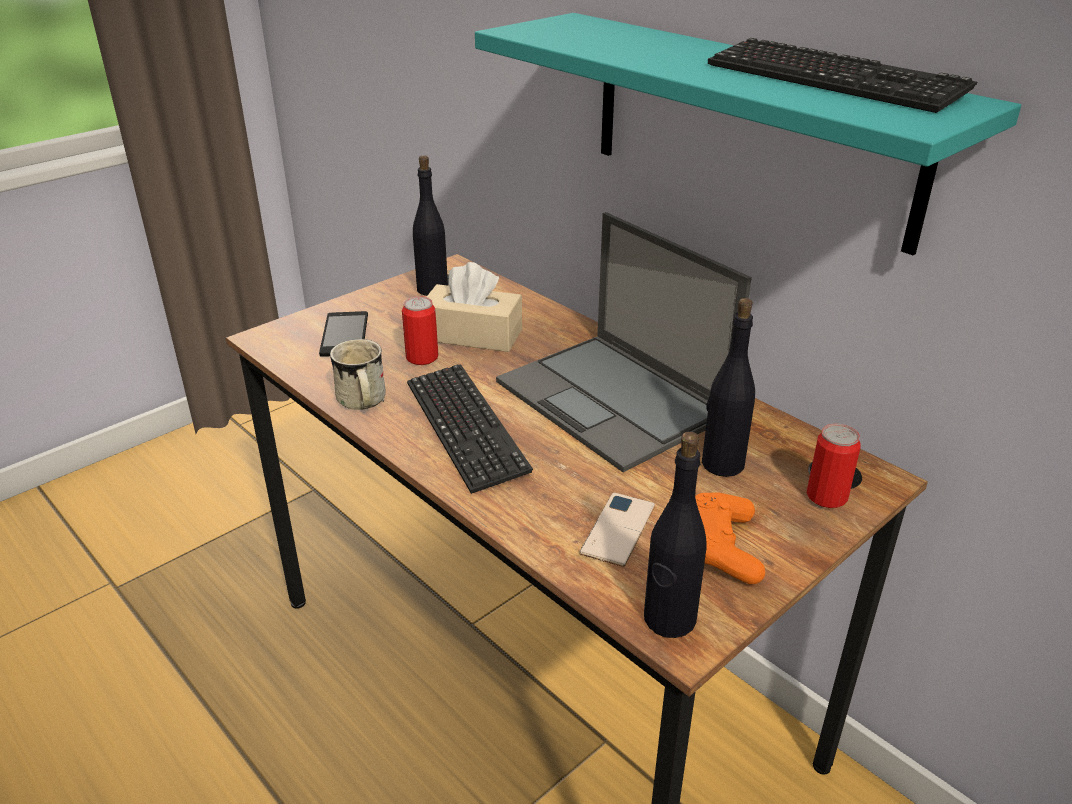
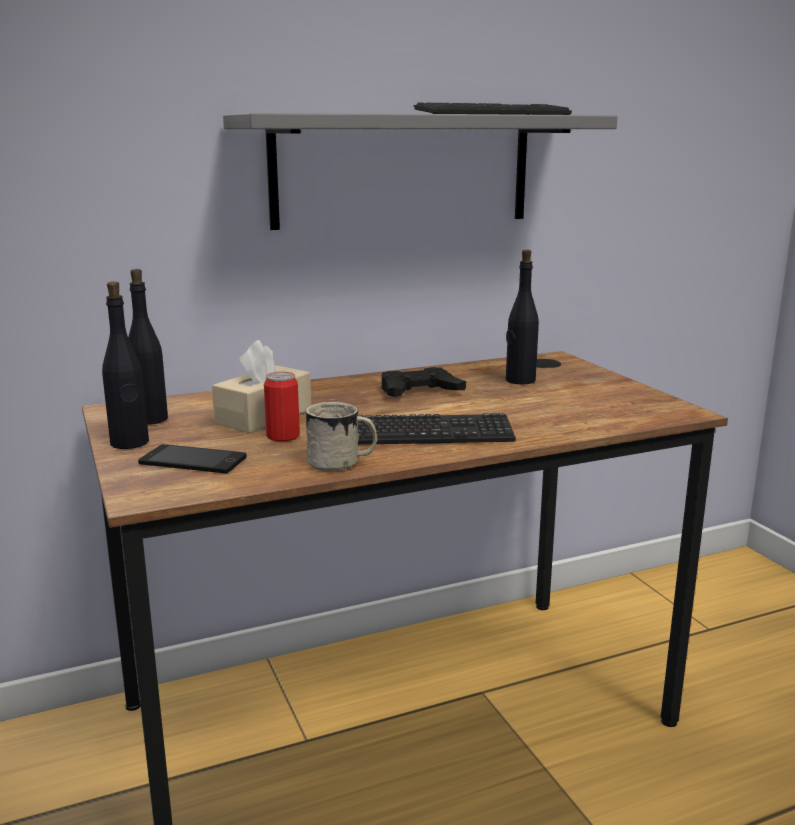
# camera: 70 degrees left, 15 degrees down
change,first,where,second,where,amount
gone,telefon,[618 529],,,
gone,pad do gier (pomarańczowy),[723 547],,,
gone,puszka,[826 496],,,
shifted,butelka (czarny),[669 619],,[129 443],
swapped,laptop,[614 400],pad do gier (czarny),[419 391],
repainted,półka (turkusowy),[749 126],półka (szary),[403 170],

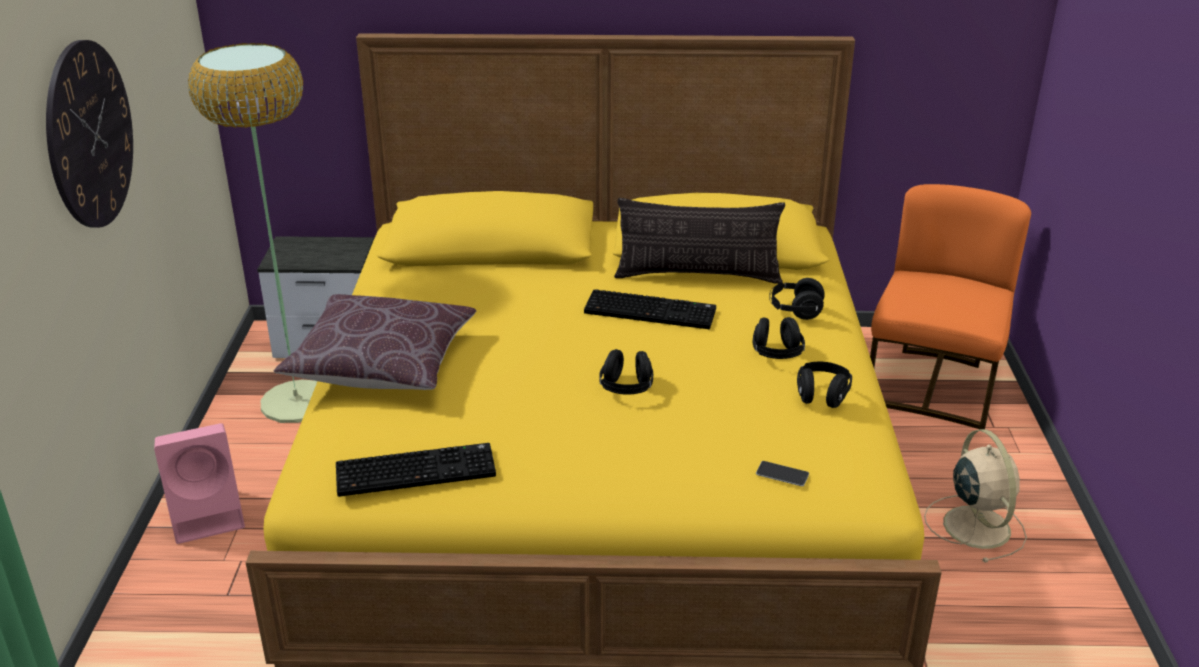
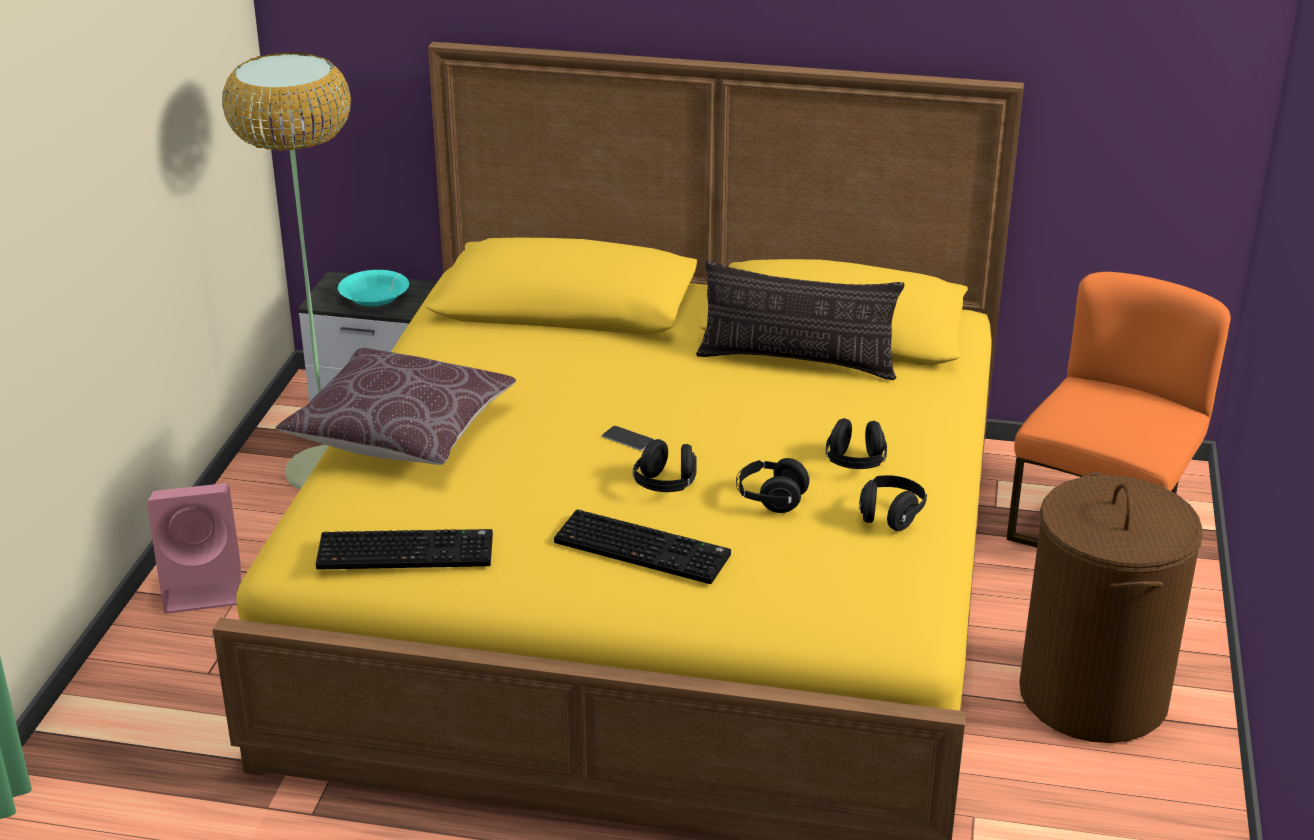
# camera: 10 degrees right, 0 degrees up
change,first,where,second,where,amount
gone,zegar ścienny,[89 134],,,
new,,,miska (turkusowy),[374 297],
shifted,klawiatura,[652 310],,[645 548],
shifted,telefon,[782 474],,[627 438],
shifted,słuchawki (czarny),[795 311],,[770 499],
swapped,wentylator (beżowy),[975 525],kosz na pranie (brązowy),[1092 695],

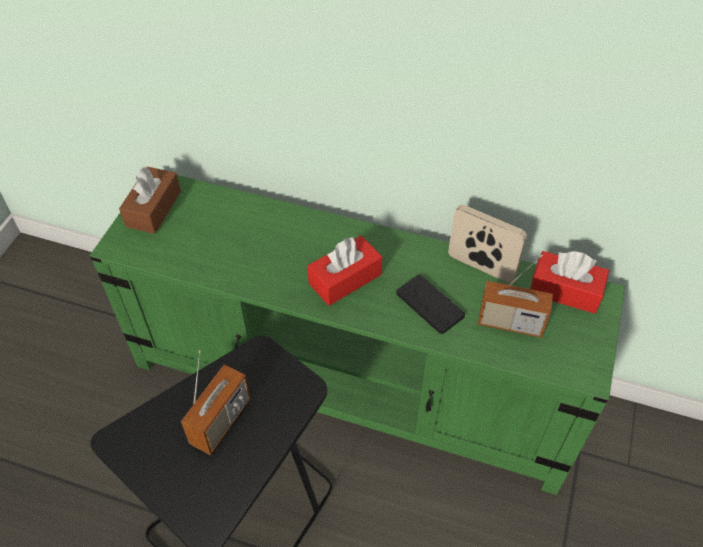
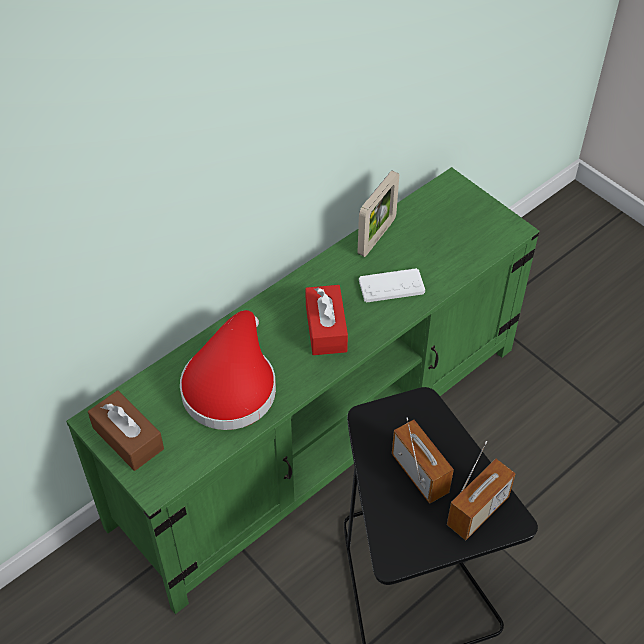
# camera: 60 degrees left, 0 degrees up
change,first,where,second,where,amount
gone,pudełko chusteczek (czerwony),[565 290],,,
new,,,kapelusz (czerwony),[231 384],
shifted,radio,[510 323],,[478 511],
repainted,pad do gier (czarny),[429 305],pad do gier (biały),[391 286],
rotated,ramka na zdjęcie,[481 267],,[376 237],150 degrees clockwise

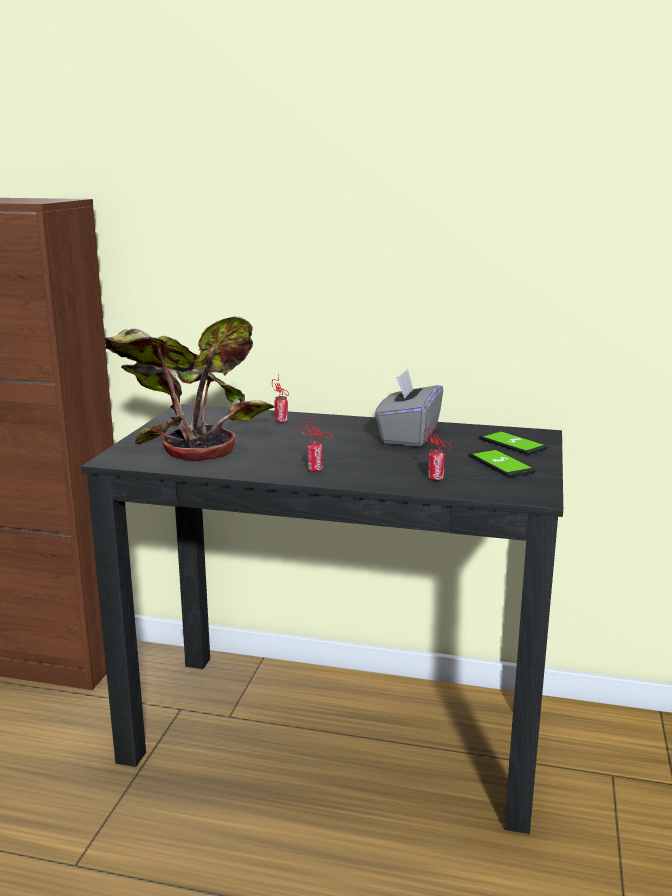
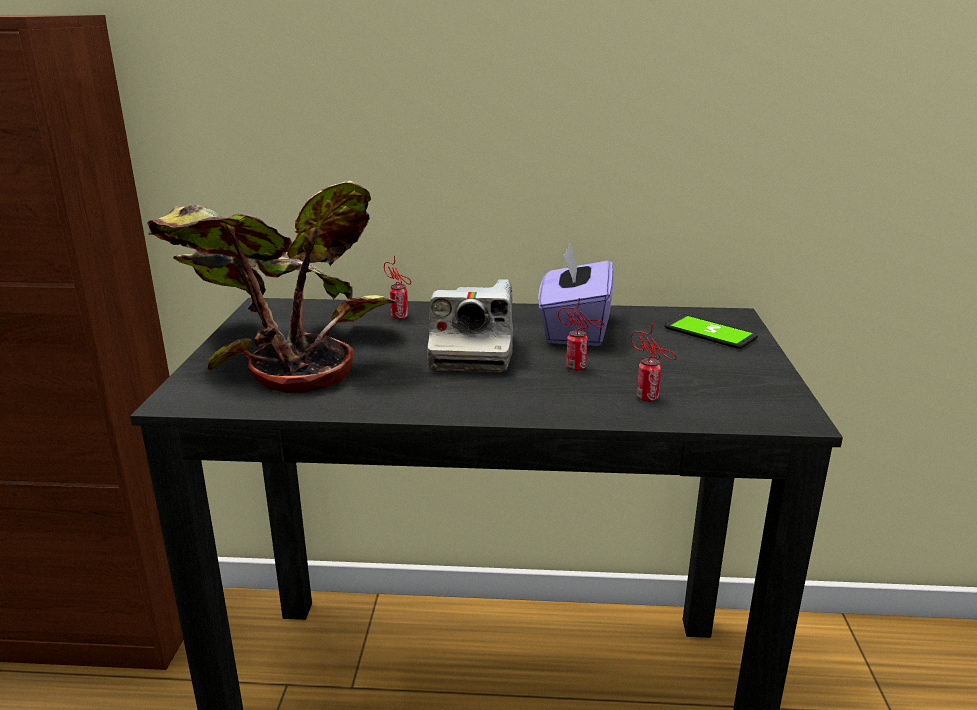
# camera: 10 degrees left, 5 degrees up
change,first,where,second,where,amount
gone,telefon,[501 464],,,
new,,,aparat fotograficzny,[472 352],
shifted,puszka,[317 470],,[578 368],
repainted,pudełko chusteczek (szary),[408 436],pudełko chusteczek (fioletowy),[574 329],

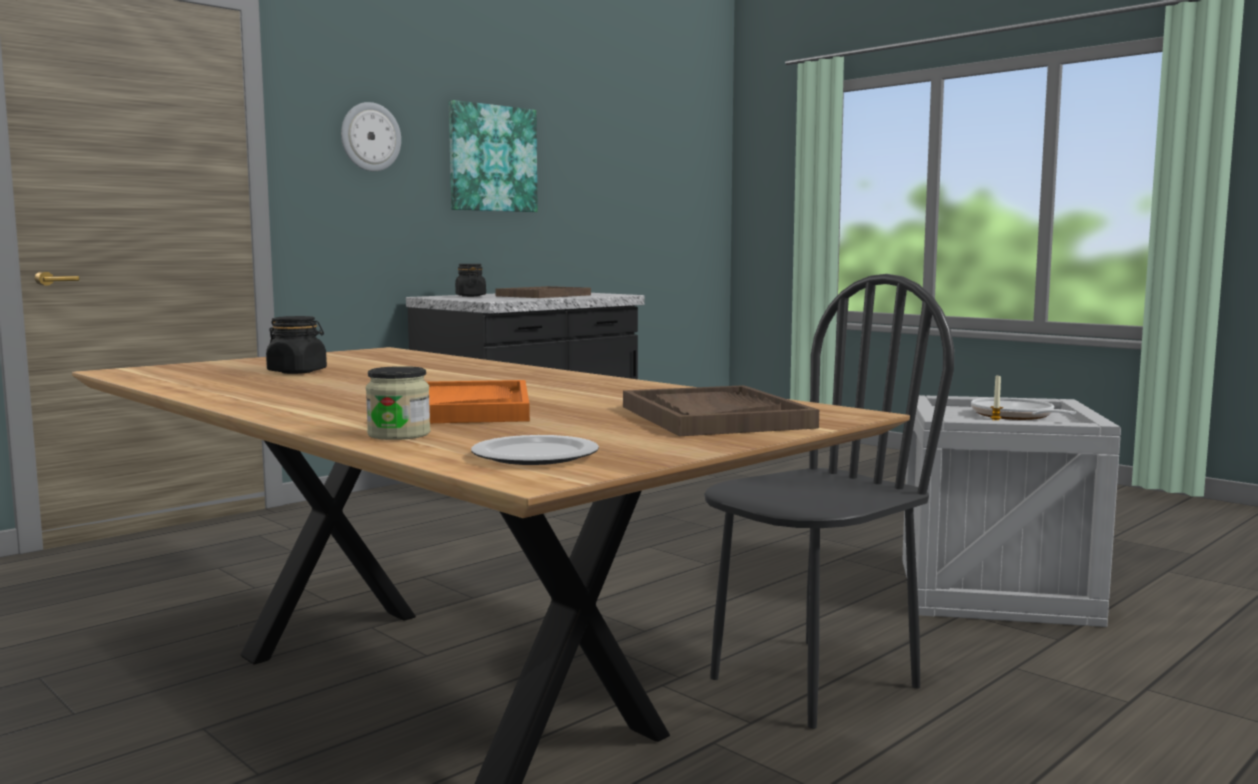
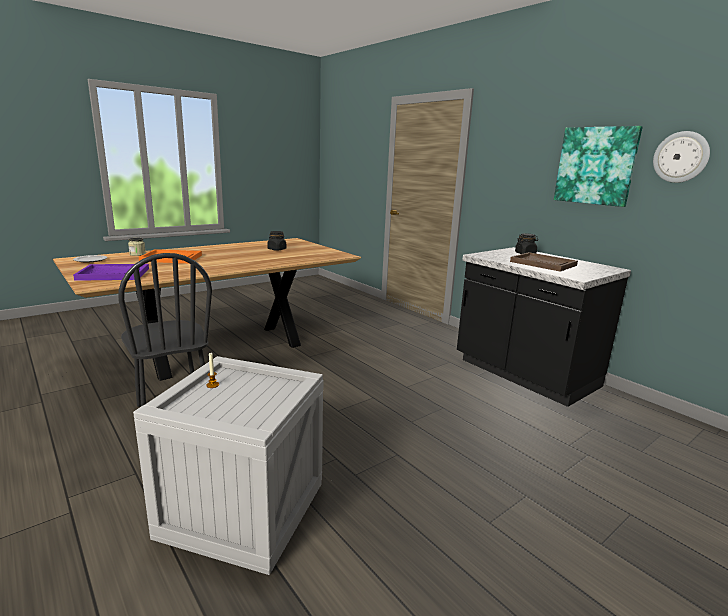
# camera: 95 degrees right, 10 degrees up
change,first,where,second,where,amount
gone,patelnia,[1015 416],,,
shifted,zegar ścienny,[370 137],,[681 157],
repainted,taca (brązowy),[714 417],taca (fioletowy),[114 274],

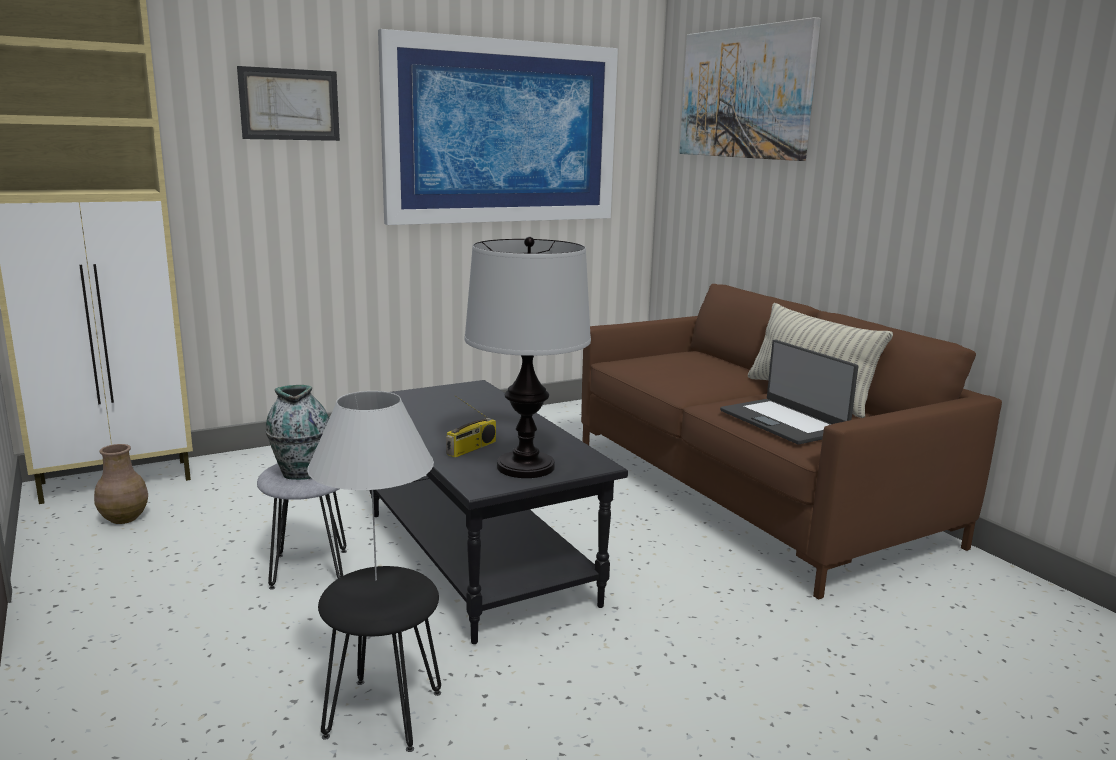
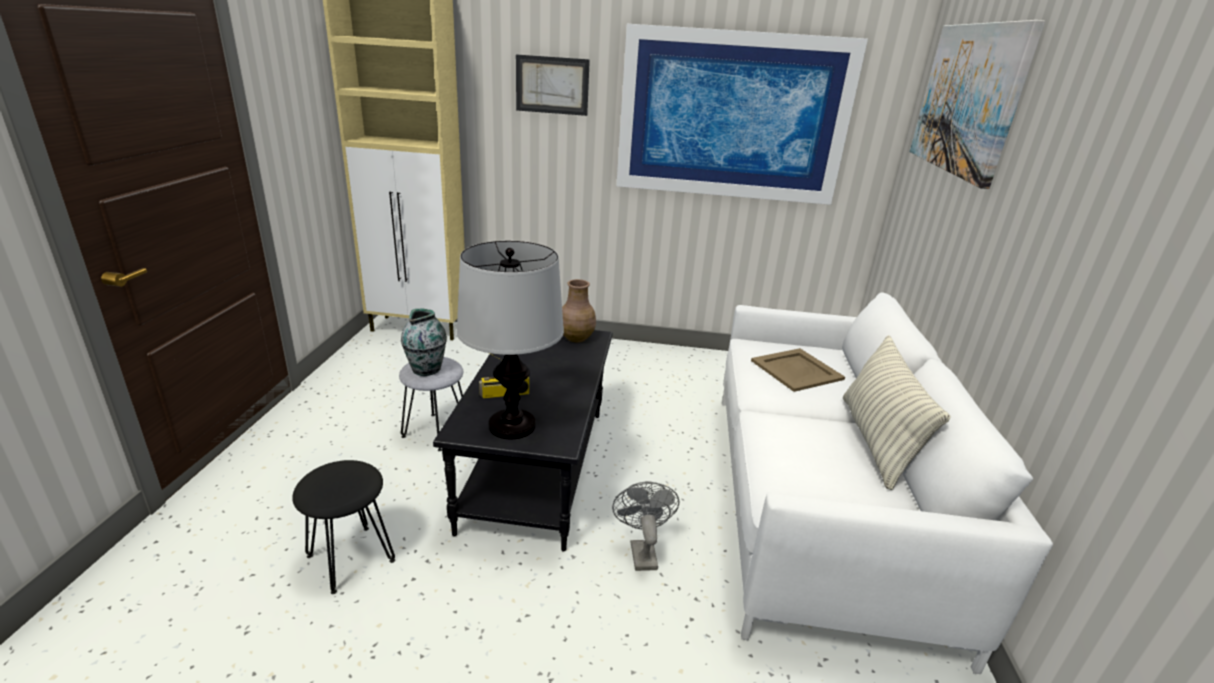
# camera: 35 degrees right, 10 degrees up
change,first,where,second,where,amount
gone,lampa stołowa (biały),[376 580],,,
gone,laptop,[784 422],,,
new,,,wentylator (szary),[641 551],
new,,,taca (beżowy),[796 369],
shifted,wazon (brązowy),[124 518],,[576 338],
repainted,kanapa (brązowy),[751 493],kanapa (biały),[816 503],

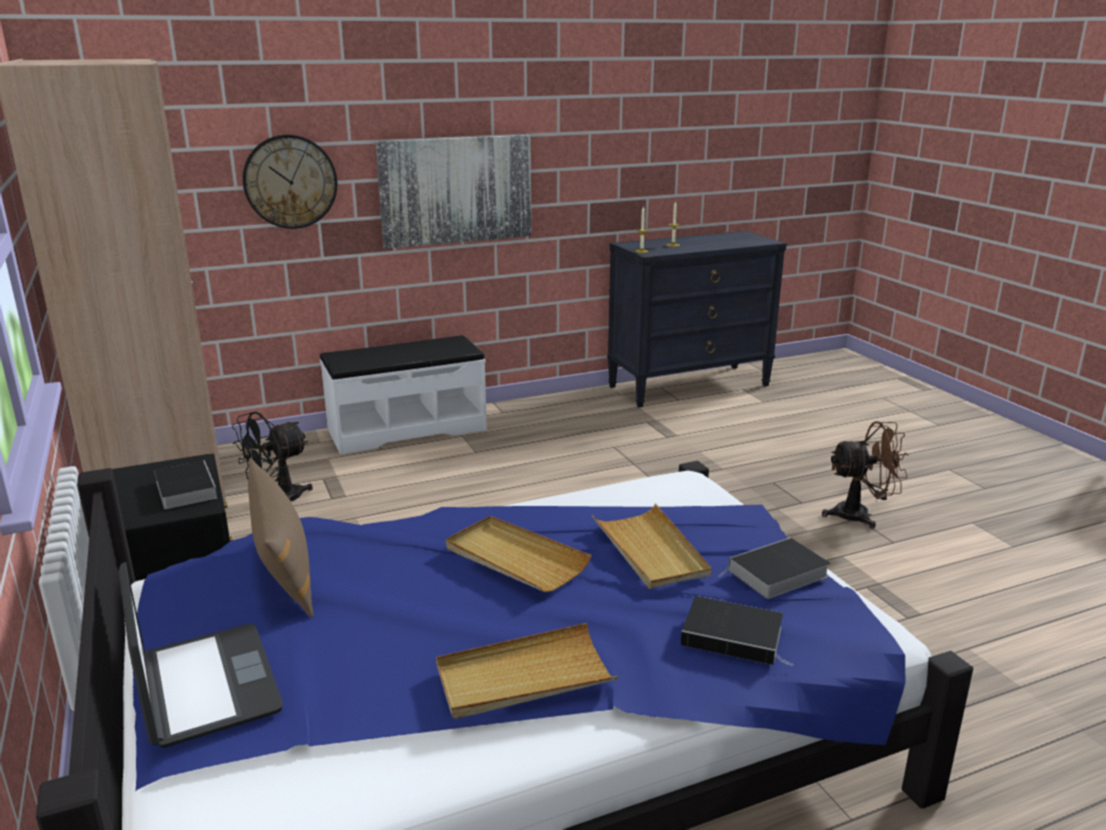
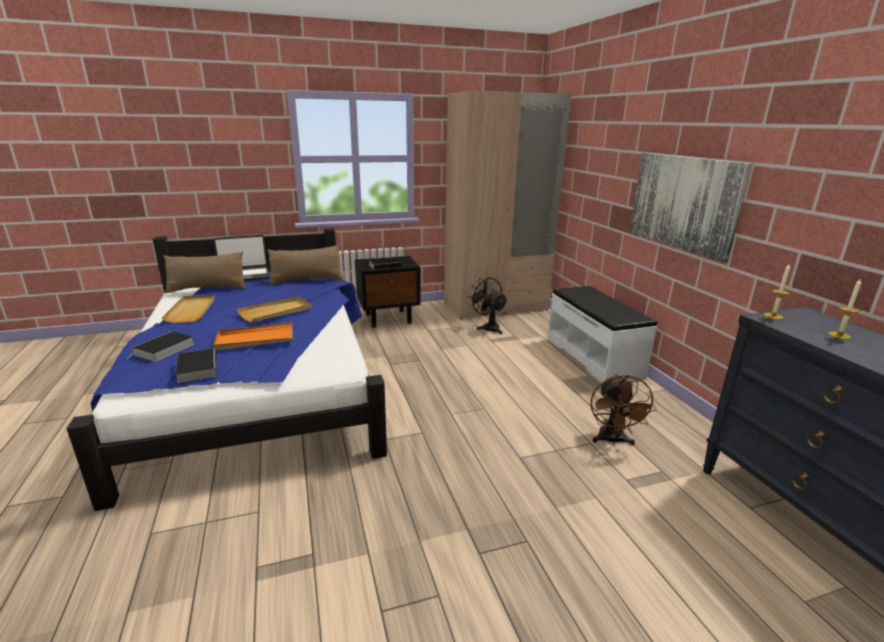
# camera: 95 degrees right, 0 degrees up
change,first,where,second,where,amount
gone,zegar ścienny,[290 182],,,
new,,,poduszka (brązowy),[208 289],
shifted,wentylator (brązowy),[861 515],,[612 441],
repainted,taca (beżowy),[650 550],taca (pomarańczowy),[255 339],

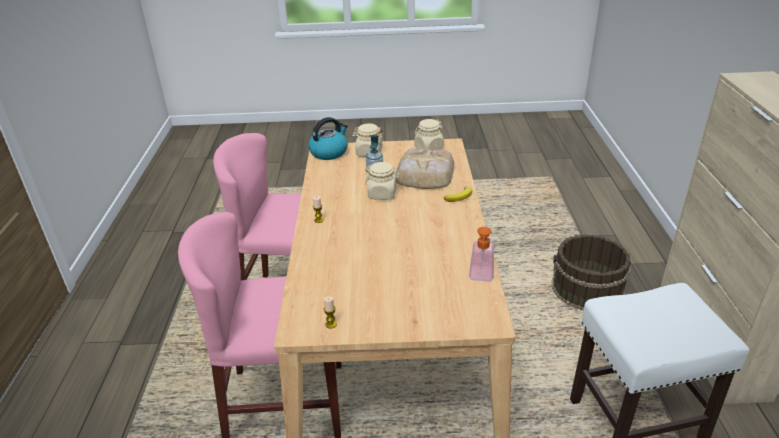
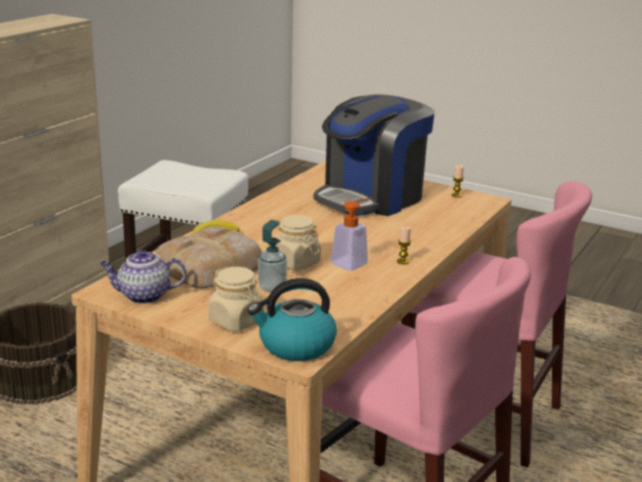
# camera: 150 degrees left, 10 degrees down
change,first,where,second,where,amount
new,,,ekspres do kawy,[371 198],
shifted,dozownik mydła,[481 277],,[353 262],
swapped,słoik (beżowy),[428 148],imbryk,[143 296],

